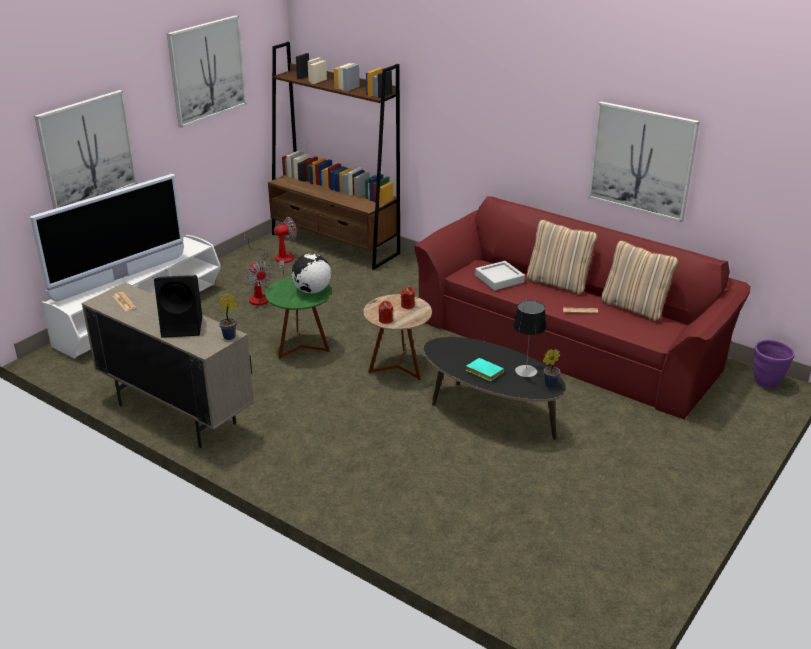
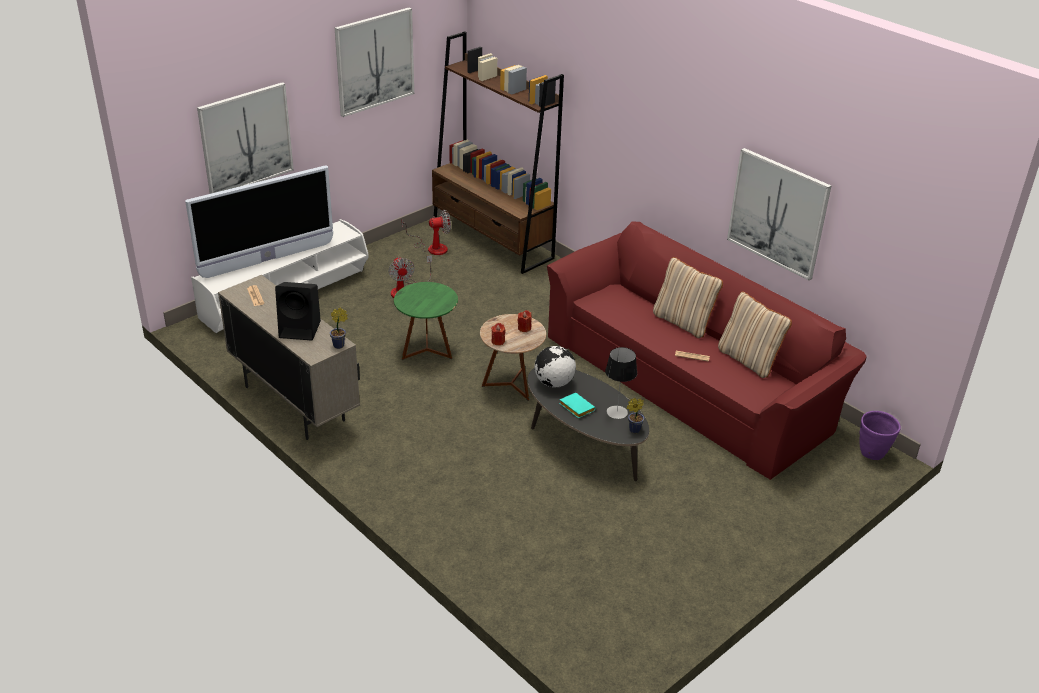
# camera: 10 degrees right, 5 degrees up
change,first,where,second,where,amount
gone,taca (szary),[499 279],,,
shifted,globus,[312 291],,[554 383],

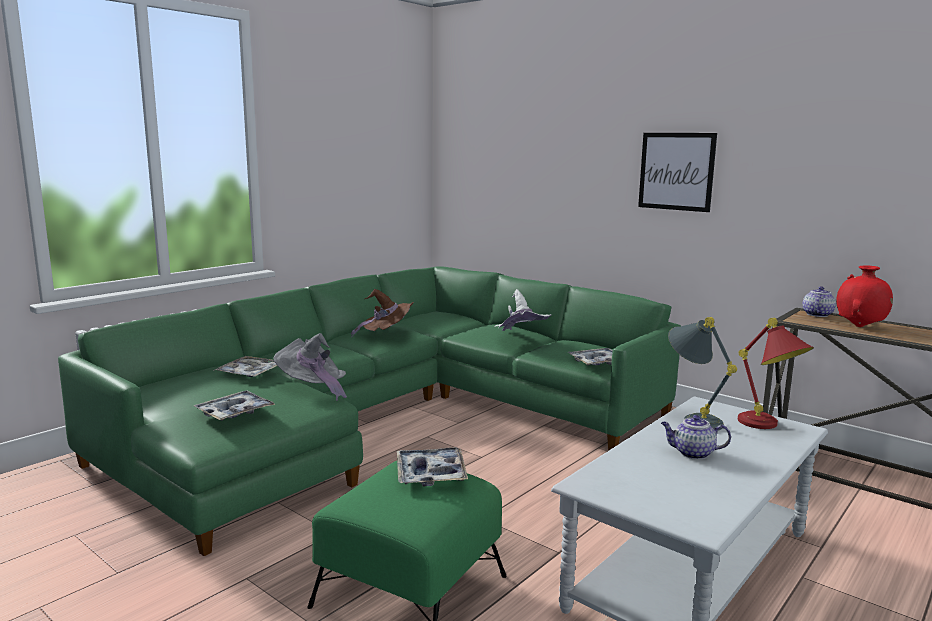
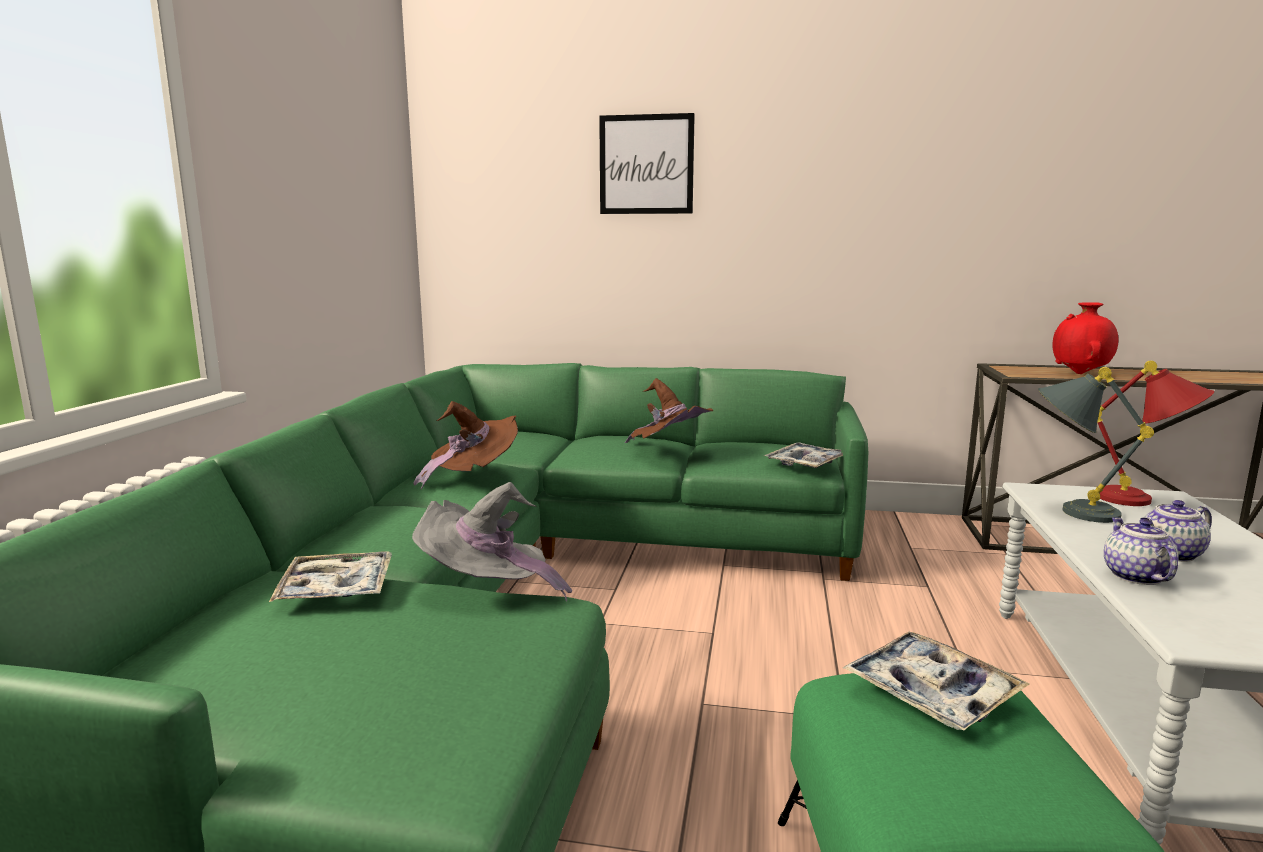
# camera: 30 degrees left, 0 degrees up
change,first,where,second,where,amount
gone,taca,[234 412],,,
shifted,obraz,[676 171],,[646 164],
shifted,imbryk,[817 314],,[1134 576],
repainted,kapelusz (biały),[520 339],kapelusz (brązowy),[669 450],

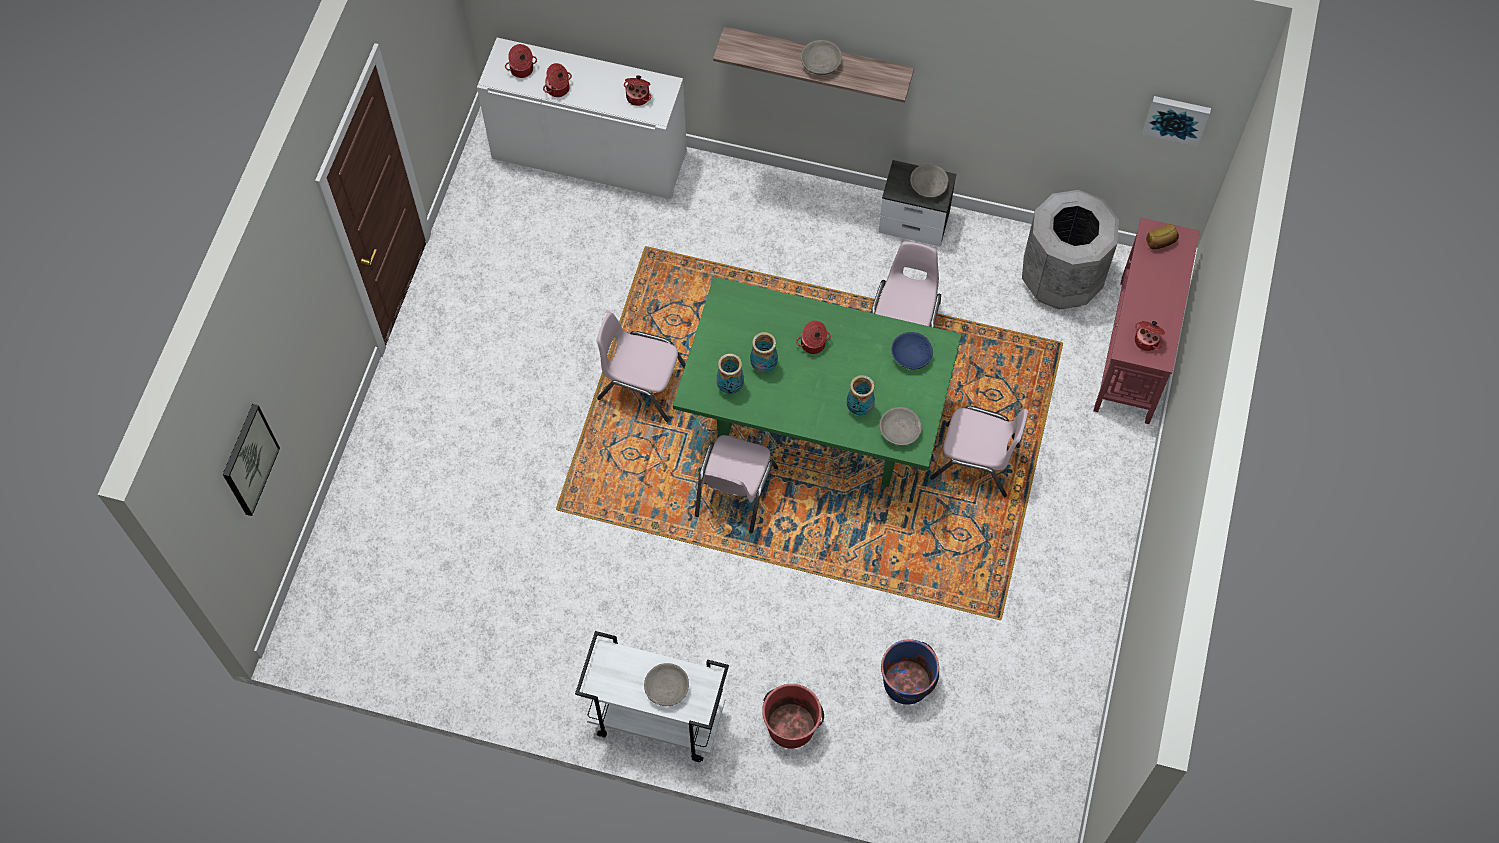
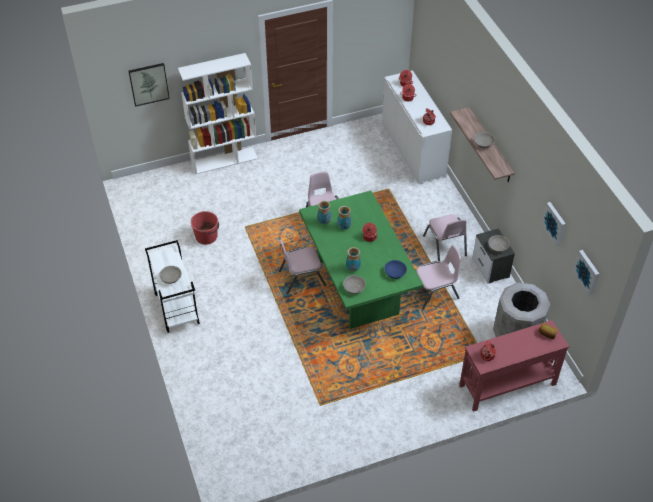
# camera: 55 degrees right, 15 degrees down
change,first,where,second,where,amount
gone,wiadro (niebieski),[907 683],,,
new,,,regał (biały),[224 160],
new,,,obraz,[555 223],
shifted,wiadro (czerwony),[791 725],,[206 236],
shifted,krzesło (różowy),[976 461],,[445 246],

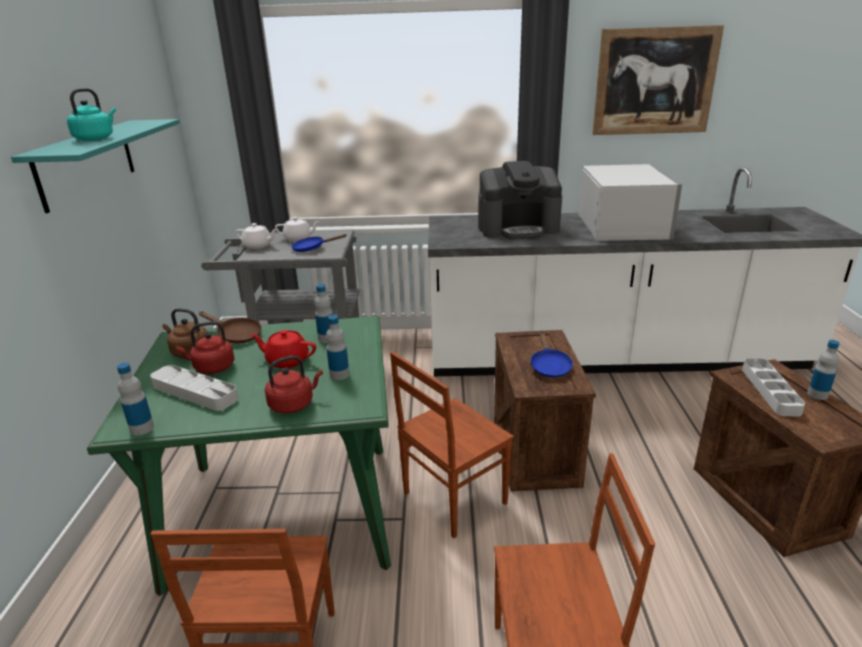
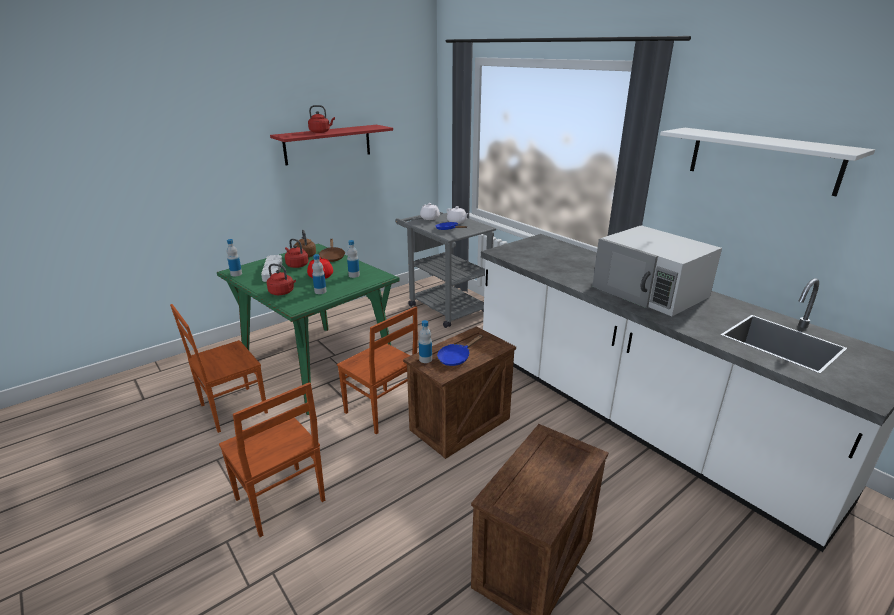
# camera: 50 degrees right, 0 degrees up
change,first,where,second,where,amount
gone,ekspres do kawy,[518 228],,,
gone,taca (szary),[770 390],,,
shifted,butelka,[817 394],,[425 359],
swapped,obraz,[654 82],półka (biały),[762 160],
repainted,półka (turkusowy),[87 163],półka (czerwony),[328 144],
repainted,czajnik (turkusowy),[96 138],czajnik (czerwony),[321 132],
rotated,krzesło (brązowy),[452 498],,[381 411],150 degrees counterclockwise
rotated,mikrofalówka (biały),[622 225],,[650 291],90 degrees clockwise

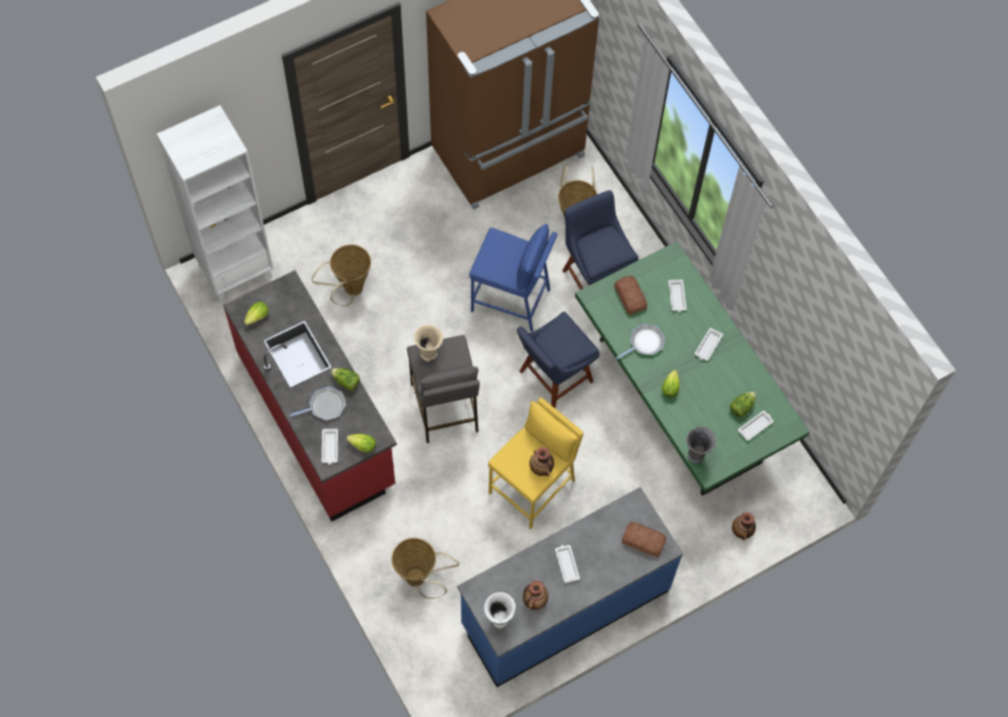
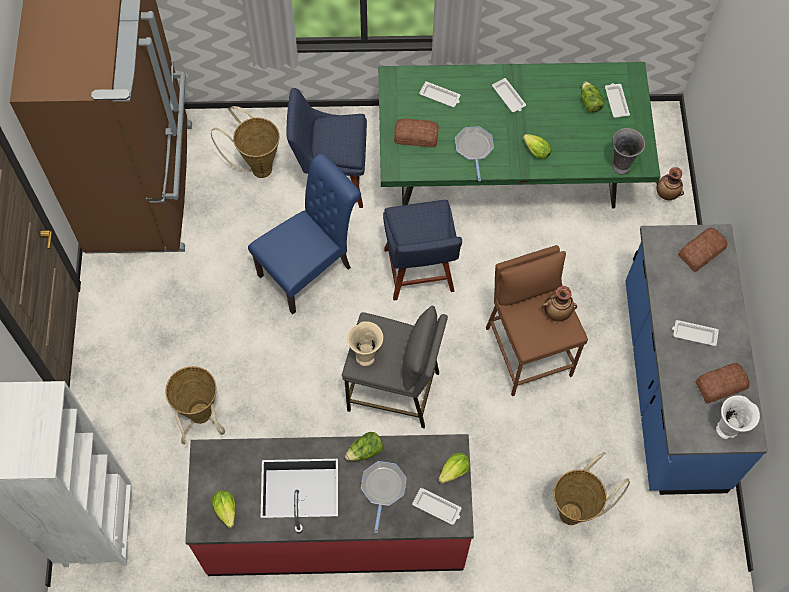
# camera: 60 degrees left, 0 degrees up
change,first,where,second,where,amount
swapped,stołek (niebieski),[511 300],krzesło (niebieski),[310 268],
swapped,wazon,[534 600],chleb,[720 384],
repainted,stołek (żółty),[533 487],stołek (brązowy),[528 351],

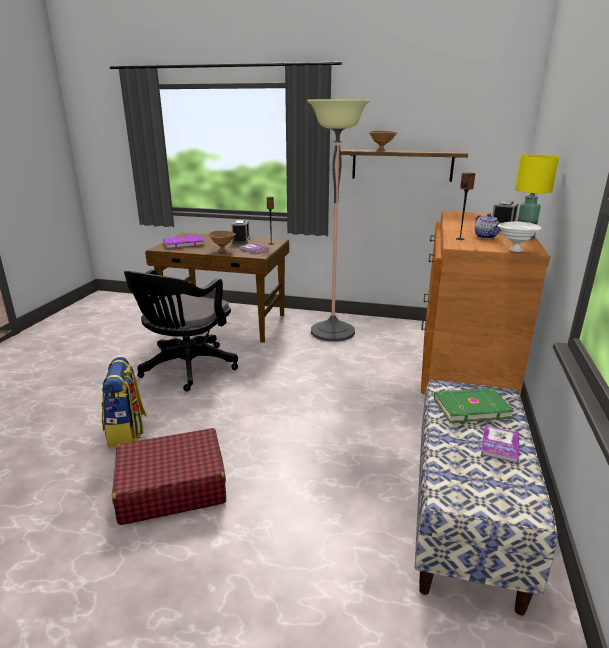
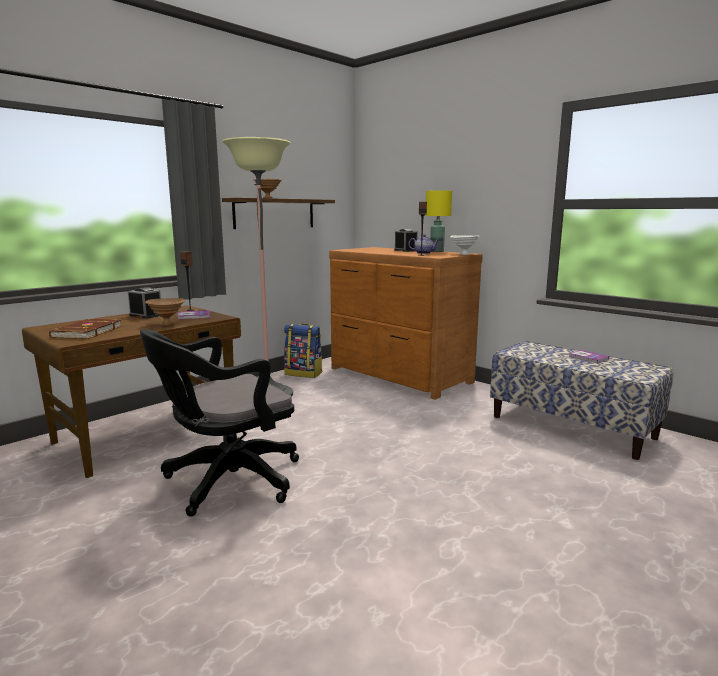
# camera: 60 degrees left, 10 degrees down
change,first,where,second,where,amount
gone,walizka (czerwony),[171 487],,,
gone,książka (zielony),[470 407],,,
shifted,plecak,[127 431],,[304 373],
repainted,książka (fioletowy),[183 244],książka (brązowy),[86 332],
rotated,krzesło biurowe (czarny),[186 369],,[227 482],90 degrees clockwise

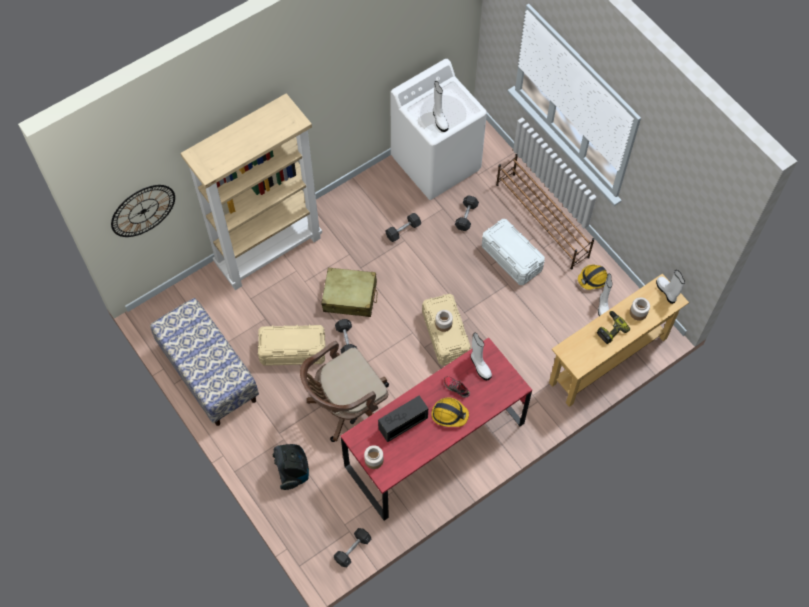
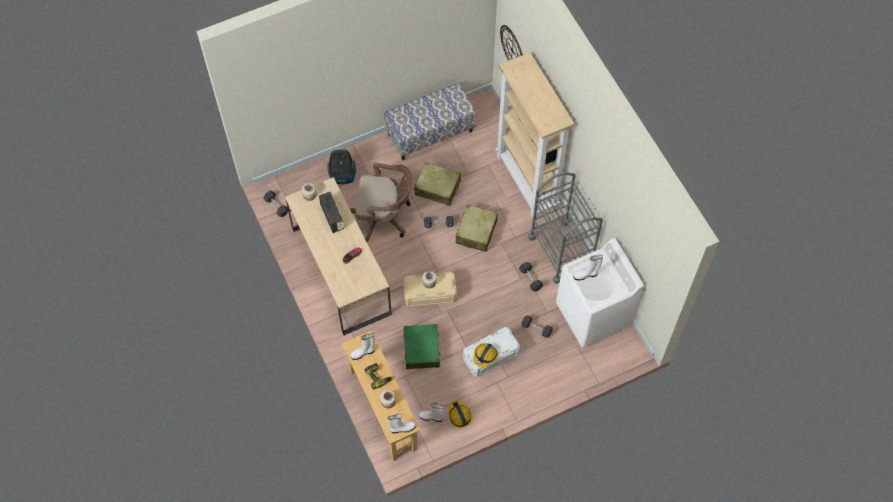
# camera: 100 degrees right, 0 degrees up
change,first,where,second,where,amount
gone,regał na buty (brązowy),[542 221],,,
new,,,walizka (zielony),[421 349],
new,,,wózek (szary),[561 251],
shifted,kask,[449 414],,[485 356],
shifted,but z cholewką (biały),[480 366],,[363 353],
swapped,pojemnik do przechowywania (beżowy),[292 350],walizka (beżowy),[438 188],
repainted,biurko (czerwony),[435 444],biurko (beżowy),[341 271],
rotated,krzesło biurowe (brązowy),[346 407],,[384 217],120 degrees clockwise

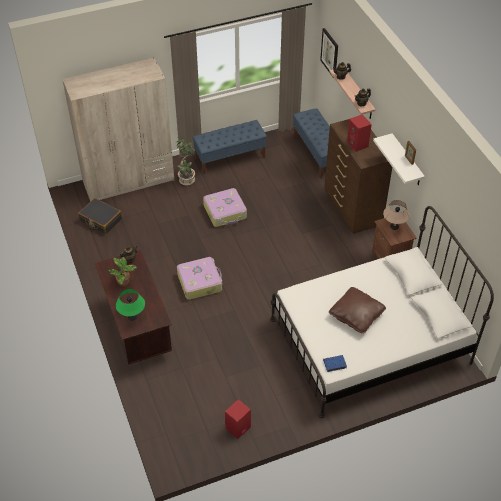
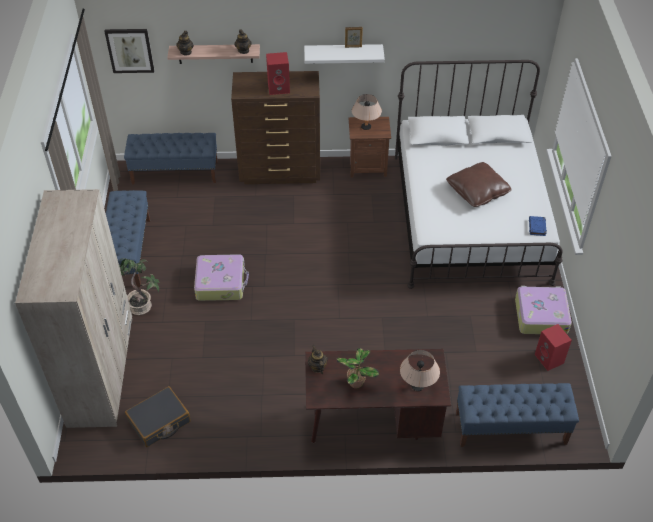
# camera: 70 degrees left, 0 degrees up
change,first,where,second,where,amount
new,,,ławka (niebieski),[510 428],
shifted,walizka,[200 282],,[540 315],
repainted,lampa stołowa (zielony),[132 316],lampa stołowa (beżowy),[417 386],

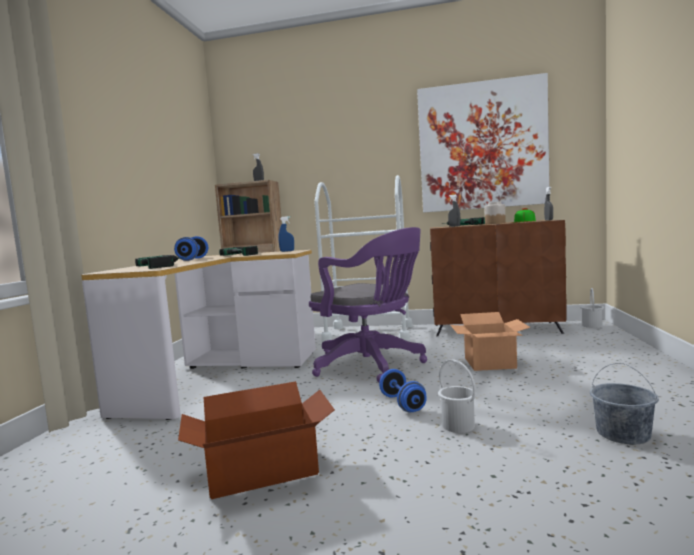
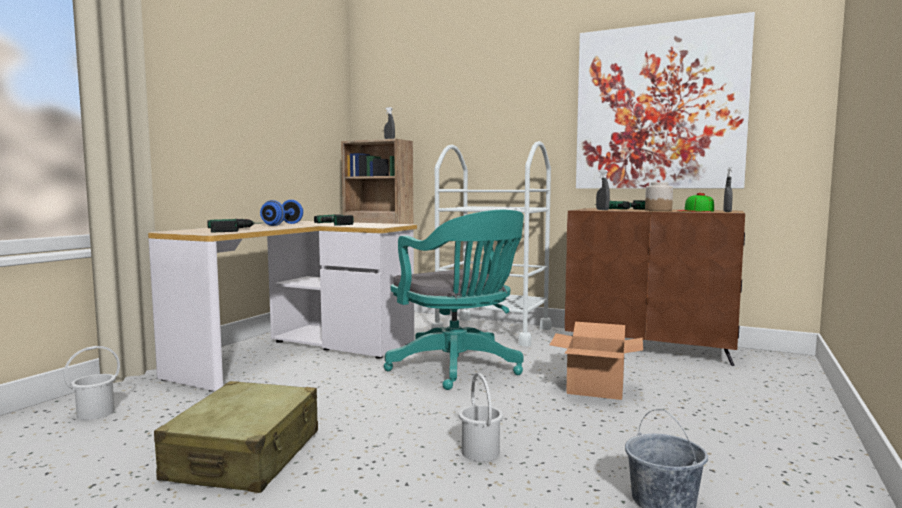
# camera: 15 degrees right, 0 degrees up
change,first,where,second,where,amount
gone,spryskiwacz (niebieski),[287 251],,,
gone,hantel (niebieski),[402 403],,,
shifted,wiadro (biały),[592 325],,[96 413],
swapped,karton,[261 469],walizka (beżowy),[245 456],
repainted,krzesło biurowe (fioletowy),[372 365],krzesło biurowe (turkusowy),[458 368],

